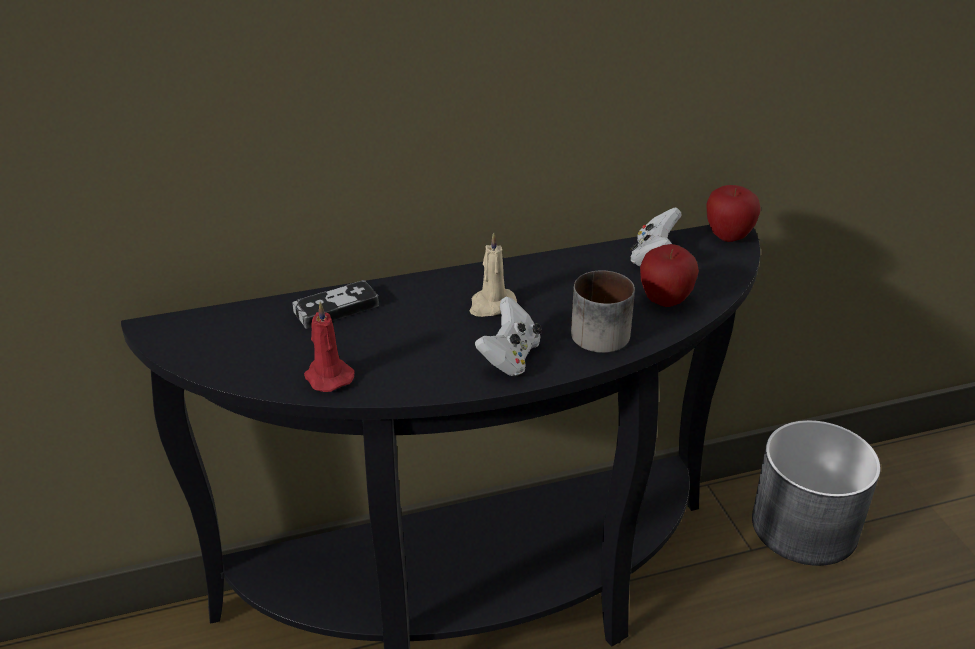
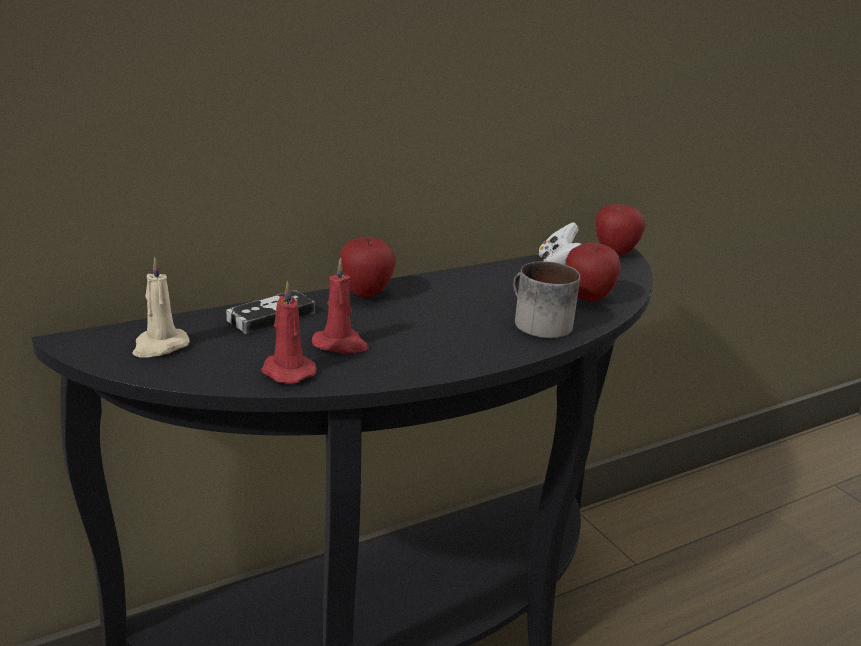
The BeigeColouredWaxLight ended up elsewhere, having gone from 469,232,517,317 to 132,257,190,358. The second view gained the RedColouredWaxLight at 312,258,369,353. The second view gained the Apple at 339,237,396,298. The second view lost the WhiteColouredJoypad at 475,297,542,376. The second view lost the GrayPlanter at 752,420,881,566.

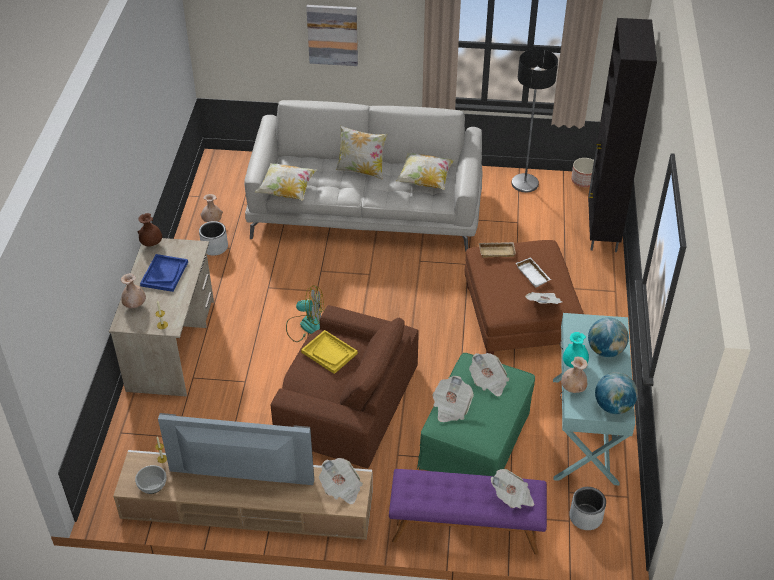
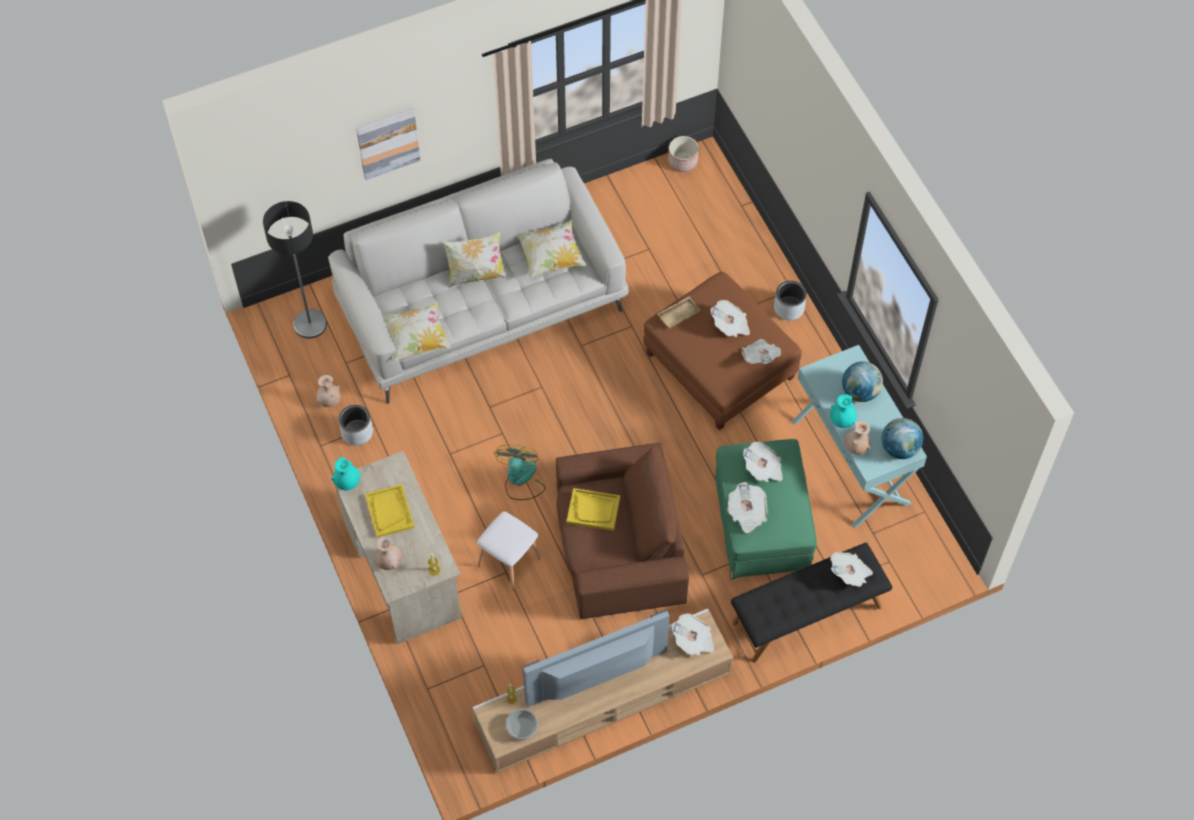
The StandardLamp ended up elsewhere, having gone from 511,49,558,192 to 263,201,327,339. What was the BrownFlowerVase at 137,213,162,246 turned into the TurquoiseColouredFlowerVase at 331,457,361,490. What was the BlueColouredTray at 140,254,188,292 turned into the YellowTray at 365,484,415,538. The second view gained the WhiteColouredStool at 477,511,541,590. The CoolingFan at 286,285,324,342 ended up facing another way, 60 degrees counterclockwise from before. Where the WhiteColouredTray stood at 516,257,551,288, the DailyPaper came to stand at 711,300,750,337. What was the PurpleBench at 389,469,547,555 turned into the BlackColouredBench at 731,542,892,663. The GrayPlanter ended up elsewhere, having gone from 569,487,606,530 to 774,281,807,320. The second view lost the BlackColouredCabinet at 588,18,657,252.

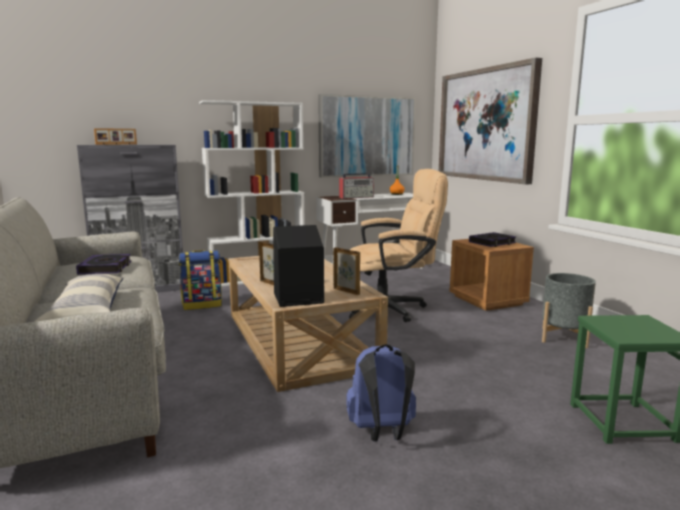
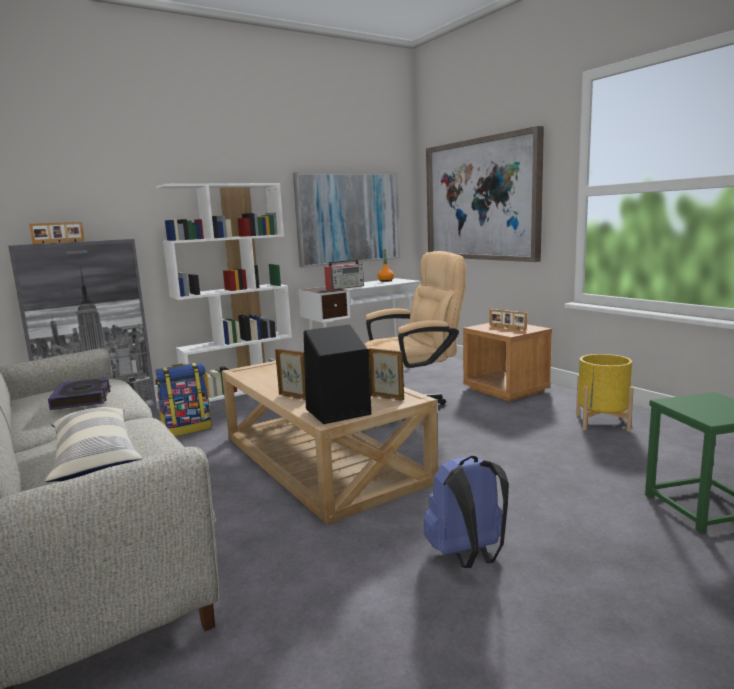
Where the Volume stood at 469,232,516,247, the StandingFrame came to stand at 489,309,527,330. What was the GrayPlanter at 542,273,596,348 turned into the YellowPlanter at 576,354,634,432.

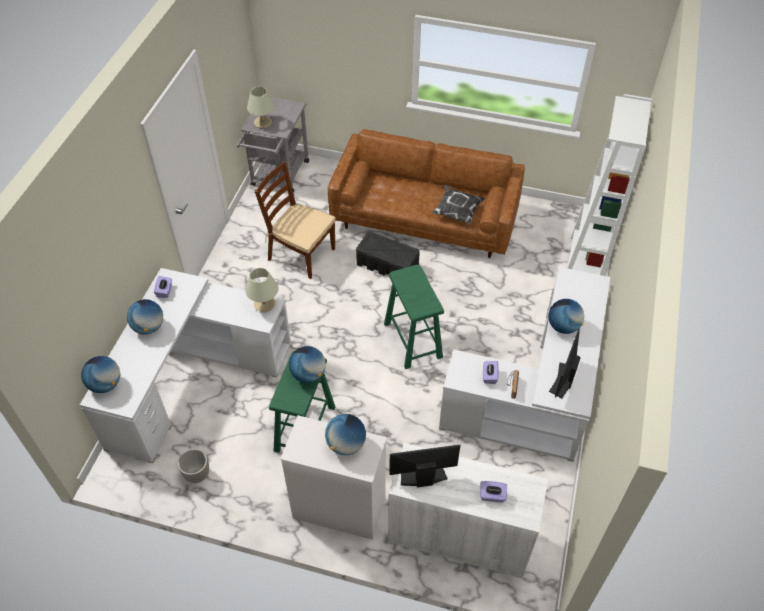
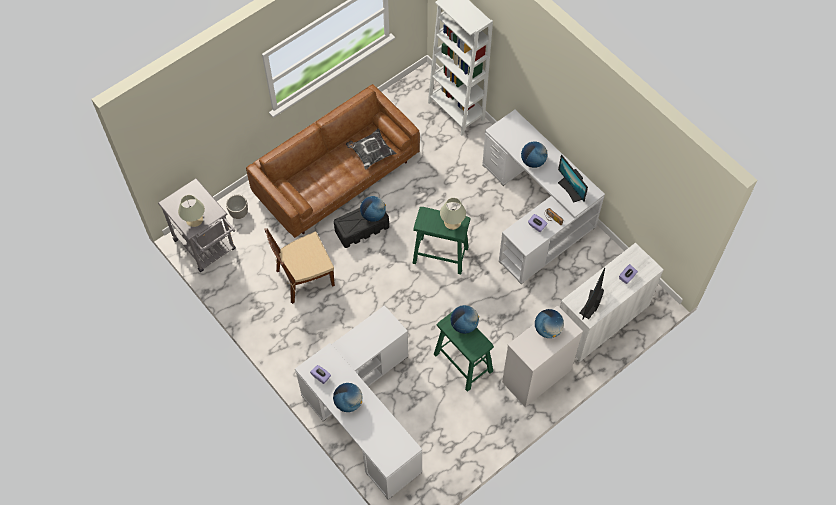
The Planter ended up elsewhere, having gone from 178,449,209,483 to 226,195,248,219. The WorldGlobe ended up elsewhere, having gone from 81,356,120,393 to 360,196,386,222. The BeigeColouredTableLamp ended up elsewhere, having gone from 245,268,278,312 to 440,198,466,230.

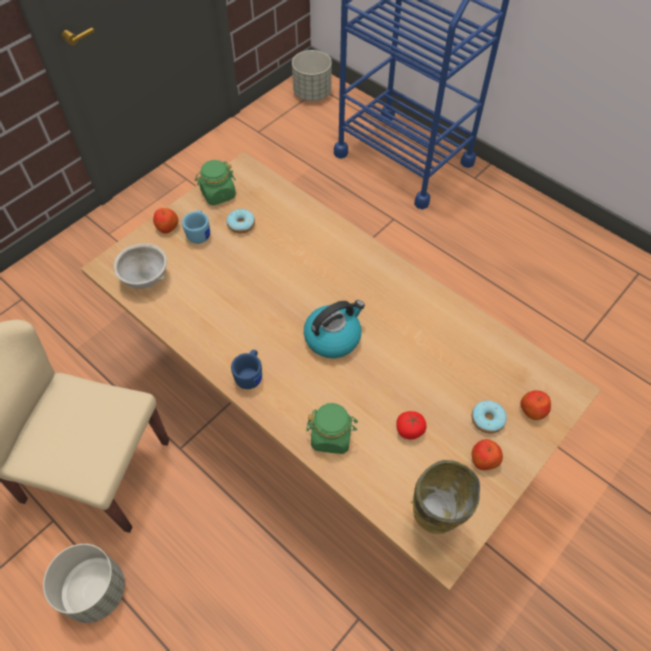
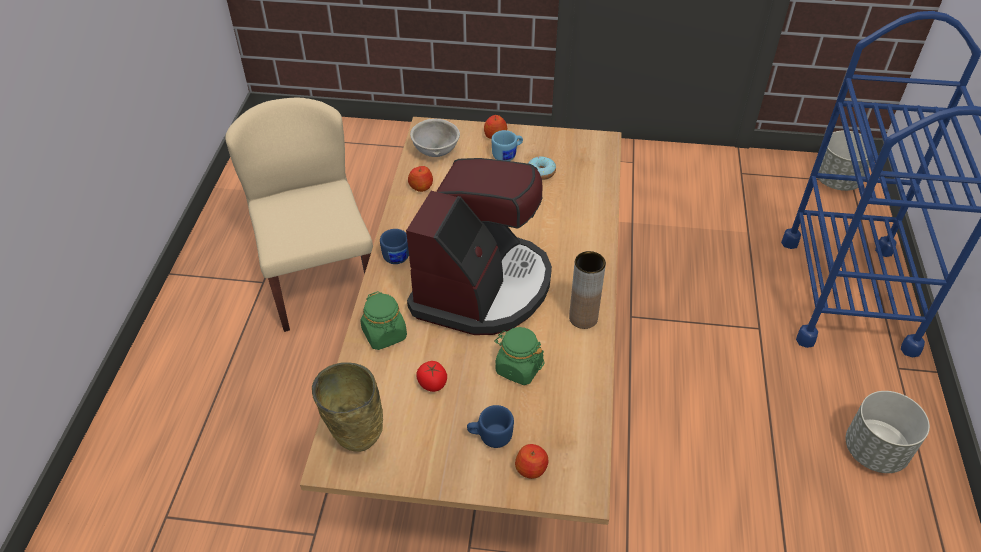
Where the WaterKettle stood at 304,300,365,358, the CoffeeBrewer came to stand at 406,158,552,335. The Apple ended up elsewhere, having gone from 471,439,503,470 to 408,166,433,192. Where the Donut stood at 472,400,507,434, the BlueColouredCoffeeMug came to stand at 467,405,514,448. The GreenishStorageJar ended up elsewhere, having gone from 195,160,236,206 to 494,327,545,385. The second view gained the BrownFlowerVase at 569,251,606,329. The GrayPlanter ended up elsewhere, having gone from 43,544,125,623 to 846,391,930,473.

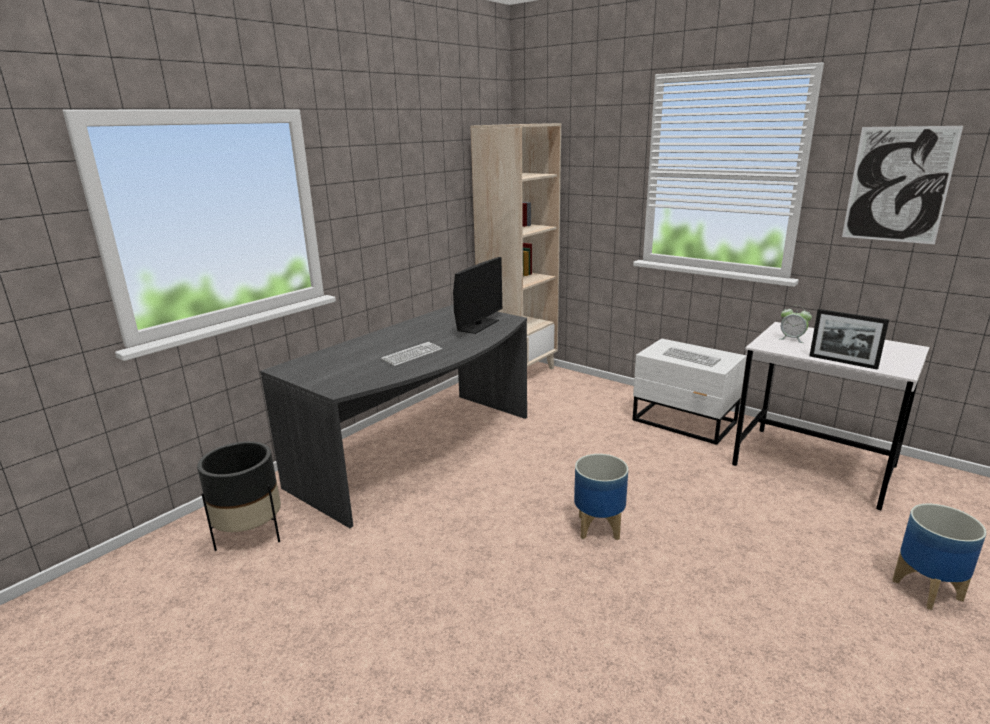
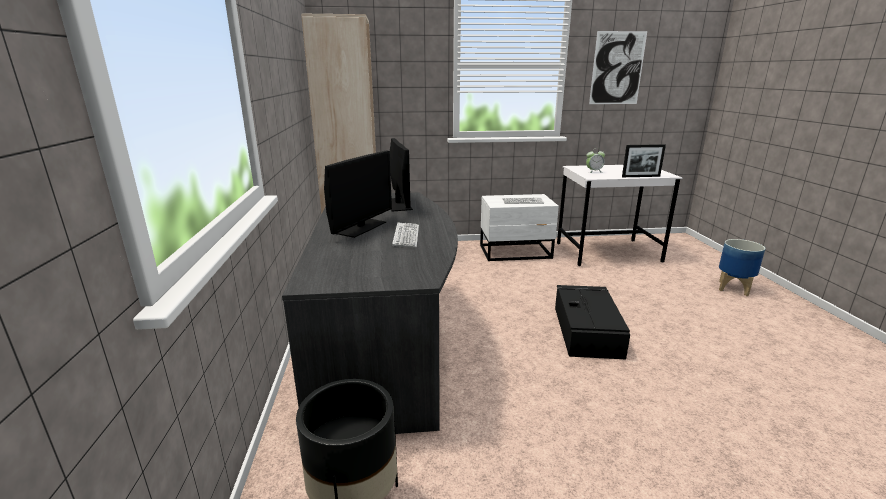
The second view gained the ComputerScreen at 324,151,392,238. Where the Planter stood at 574,454,628,540, the BlackColouredStorageContainer came to stand at 555,285,630,359.

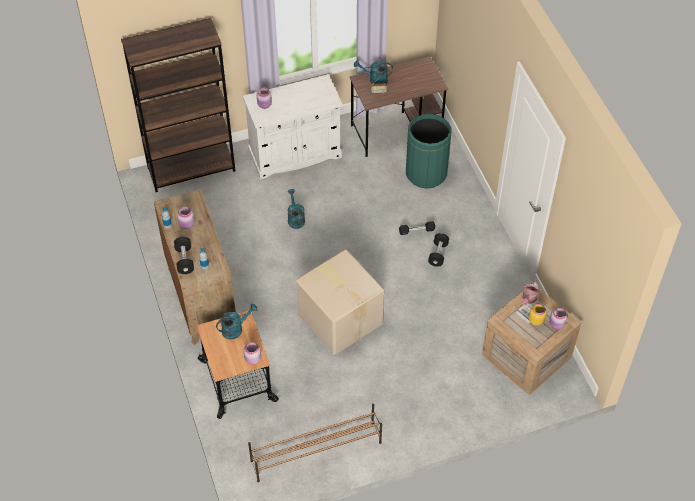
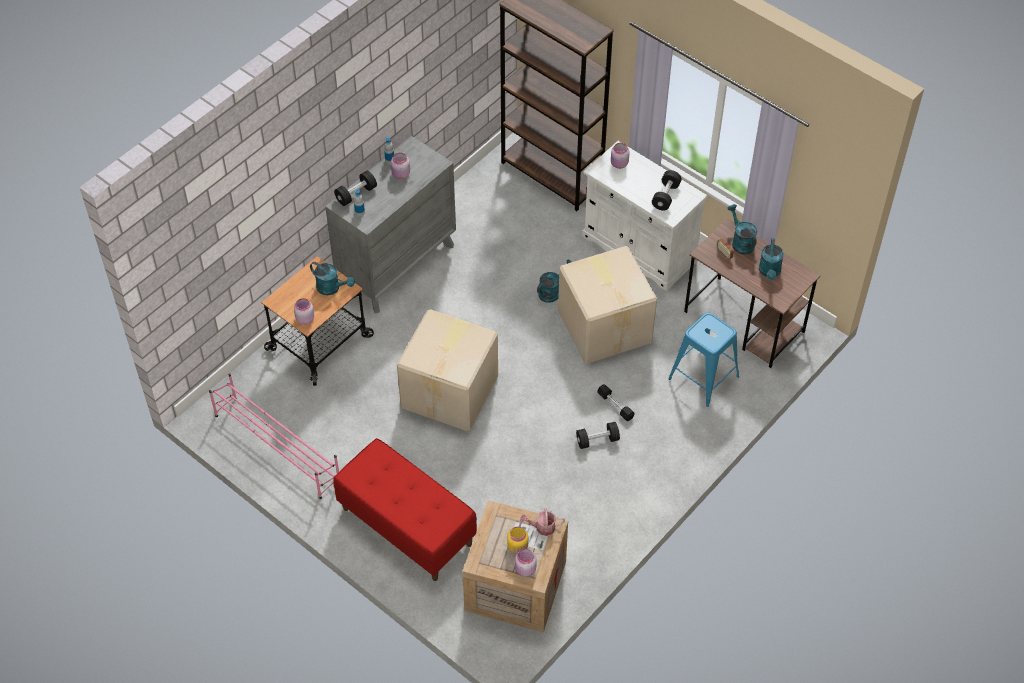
What was the BrownShoeStand at 248,404,382,482 turned into the PinkShoeStand at 209,374,339,499. What was the BrownDresser at 154,189,236,345 turned into the GrayDresser at 325,136,456,313. The second view gained the RedColouredBench at 333,438,477,581. The second view gained the CardboardBox at 558,246,657,364. The second view gained the BlackColouredFreeWeight at 652,170,682,210. Where the GreenishWasteBin stood at 406,114,451,189, the BlueColouredStool came to stand at 668,312,739,407. The second view gained the TurquoiseColouredWateringCan at 759,238,784,280.

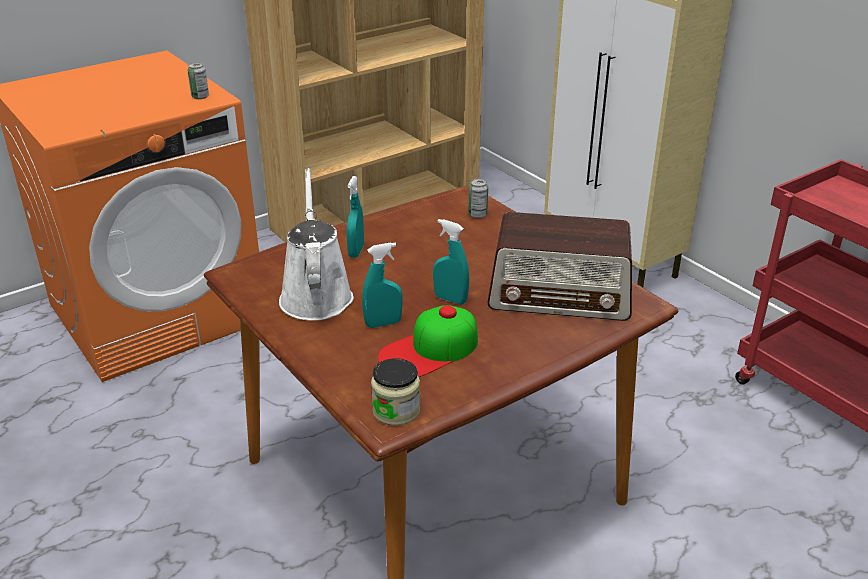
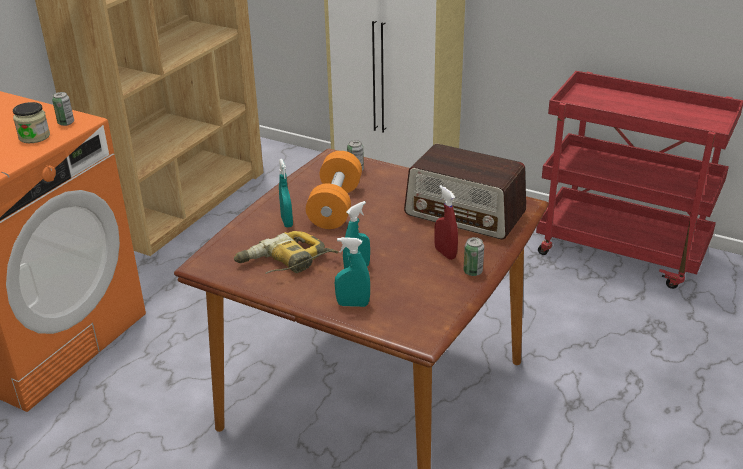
The StorageJar ended up elsewhere, having gone from 371,358,420,426 to 13,102,50,143. Where the WhiteColouredWateringCan stood at 279,168,353,321, the Drill came to stand at 234,231,338,274. The second view gained the OrangeFreeWeight at 306,151,362,229. The TurquoiseColouredSprayBottle ended up elsewhere, having gone from 433,219,469,305 to 335,237,370,307. The RadioReceiver at 487,212,632,321 ended up facing another way, 45 degrees clockwise from before. The second view gained the RedColouredSprayBottle at 434,185,458,260. The second view gained the SealedCan at 464,237,484,276. The second view lost the PeakedCap at 378,305,478,377.

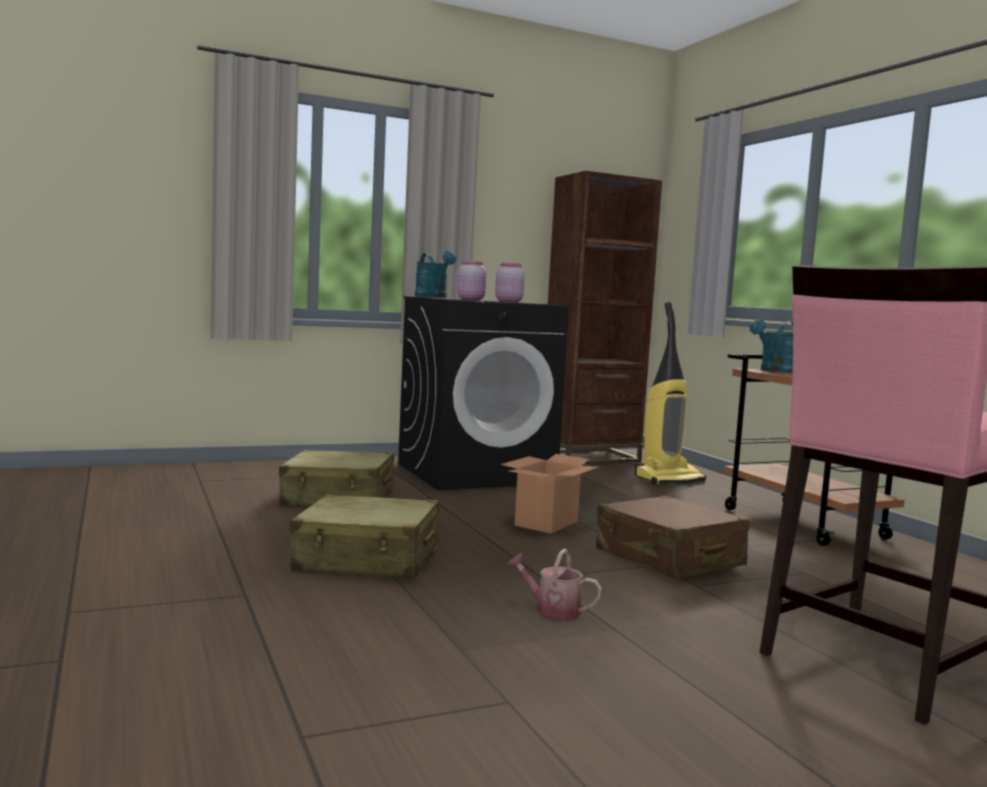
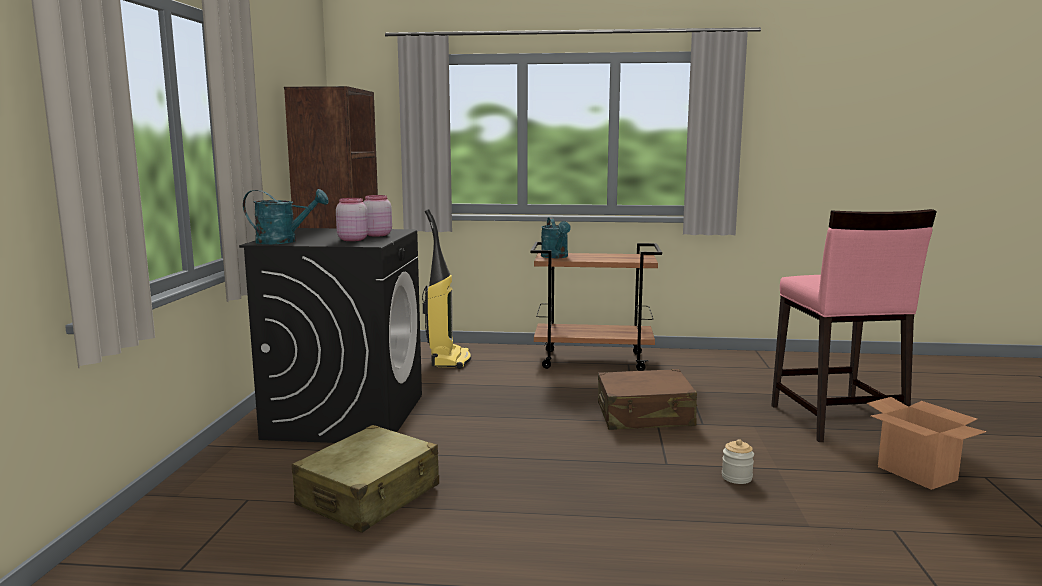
Where the WateringCan stood at 507,549,602,620, the StorageJar came to stand at 722,439,754,484. The CardboardBox ended up elsewhere, having gone from 500,454,599,534 to 867,397,987,490. The second view lost the BeigeColouredTravelCase at 290,494,439,578.

